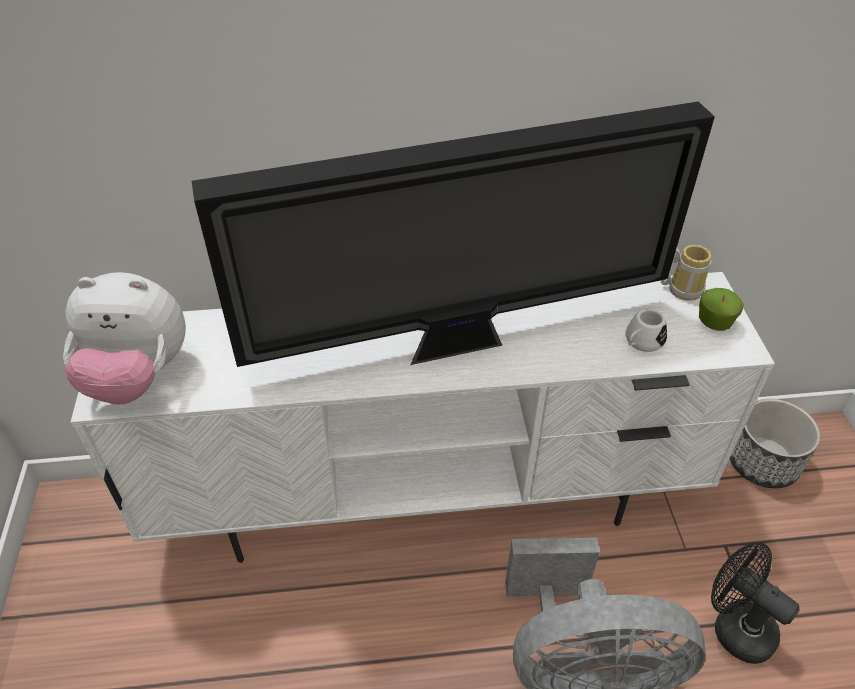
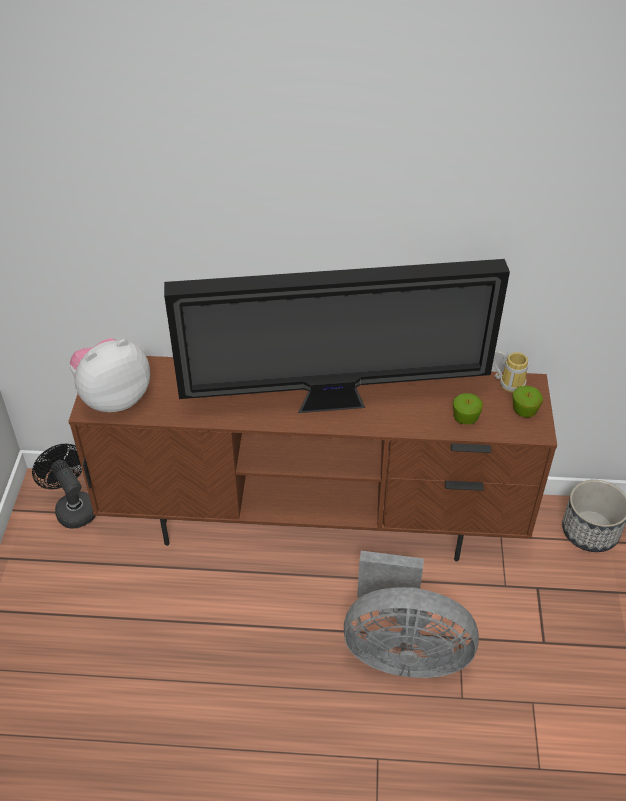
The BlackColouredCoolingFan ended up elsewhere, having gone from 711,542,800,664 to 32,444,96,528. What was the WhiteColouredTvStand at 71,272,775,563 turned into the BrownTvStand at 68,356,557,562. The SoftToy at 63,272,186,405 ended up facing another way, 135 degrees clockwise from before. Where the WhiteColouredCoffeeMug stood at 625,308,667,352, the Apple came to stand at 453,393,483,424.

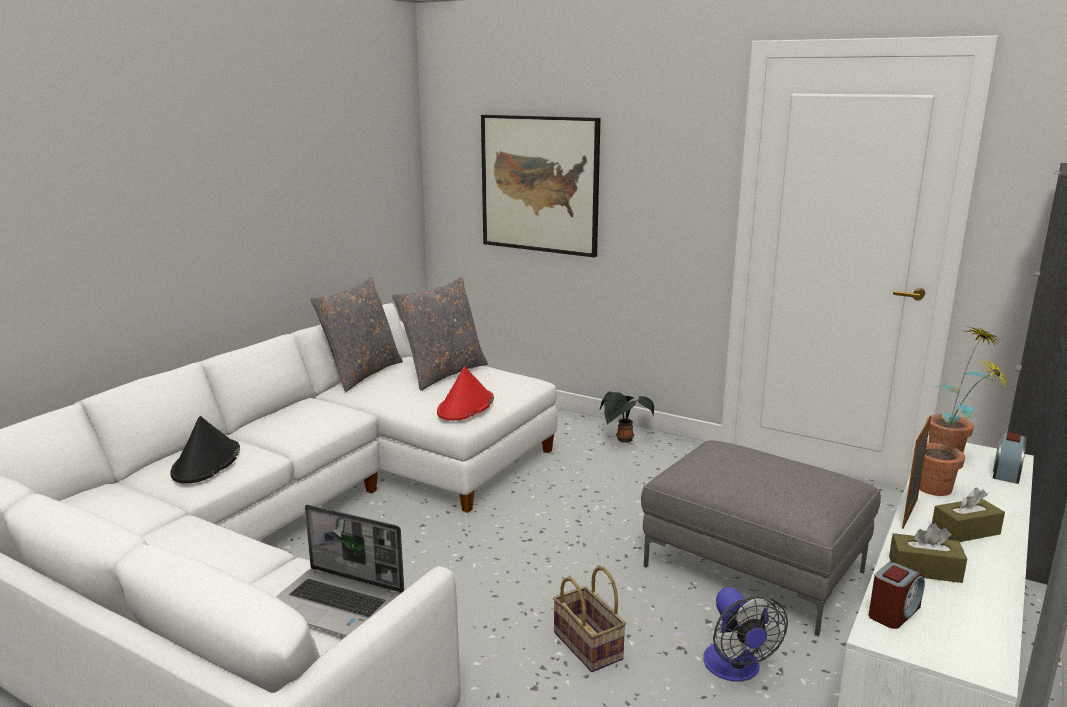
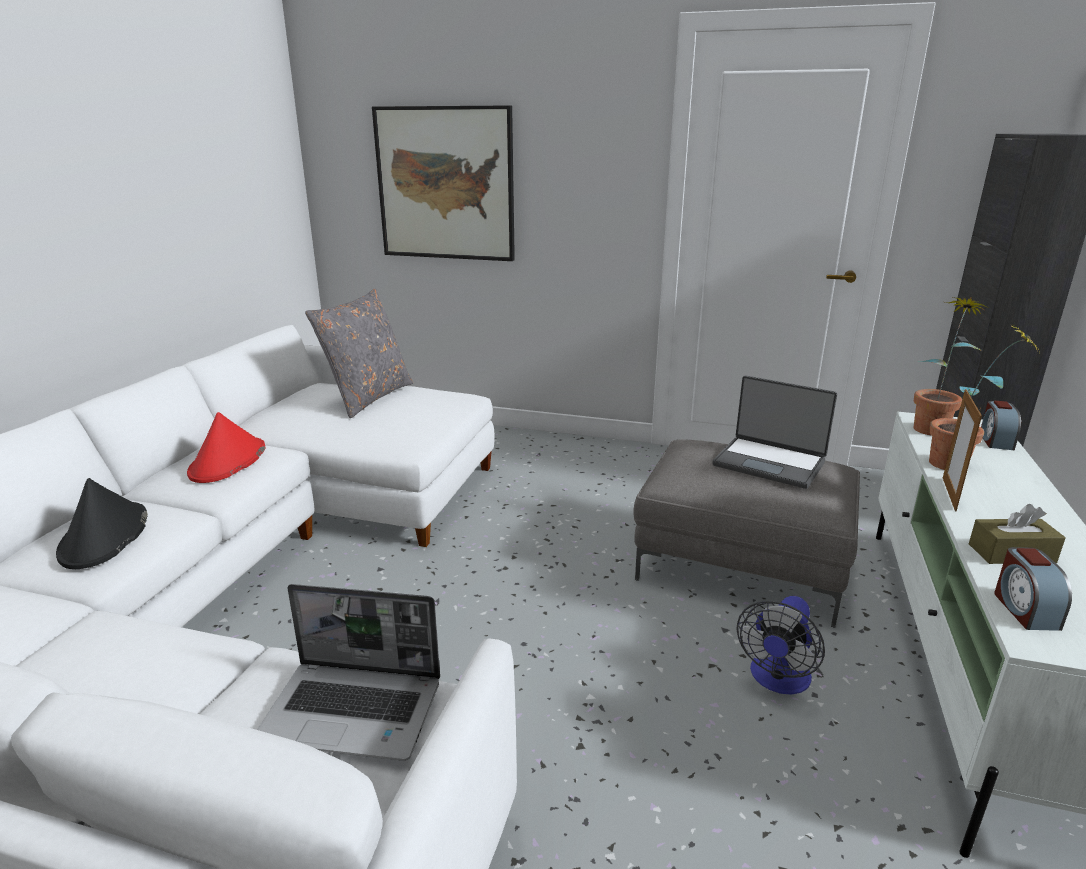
The RedColouredWearableHat ended up elsewhere, having gone from 437,366,494,421 to 187,412,265,483. The second view gained the PortableComputer at 712,375,837,489. The CoolingFan at 703,587,788,682 ended up facing another way, 60 degrees clockwise from before. The AlarmClock at 869,562,925,629 ended up facing another way, 150 degrees clockwise from before. The second view lost the GrayPillow at 310,277,403,392. The second view lost the StorageBasket at 553,567,626,672. The second view lost the PottedPlant at 600,391,654,443. The second view lost the BrownTissueHolder at 932,488,1005,542.

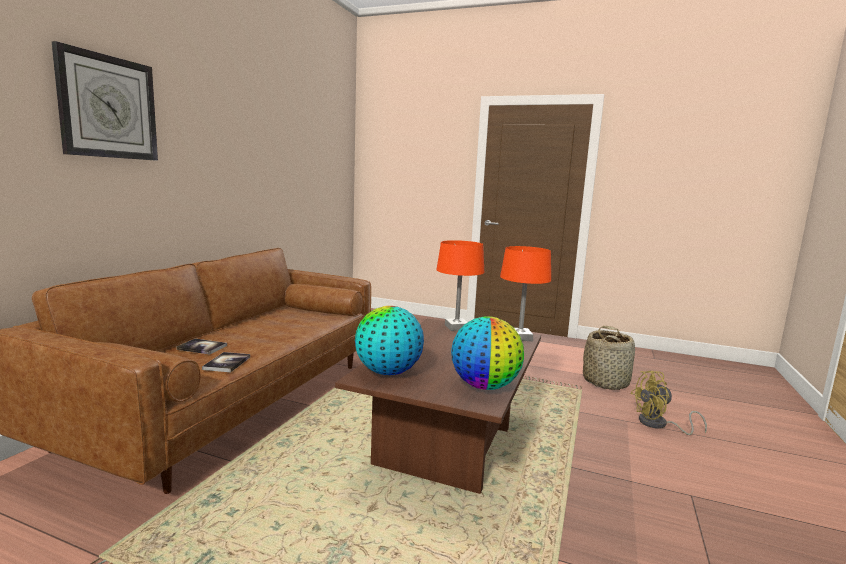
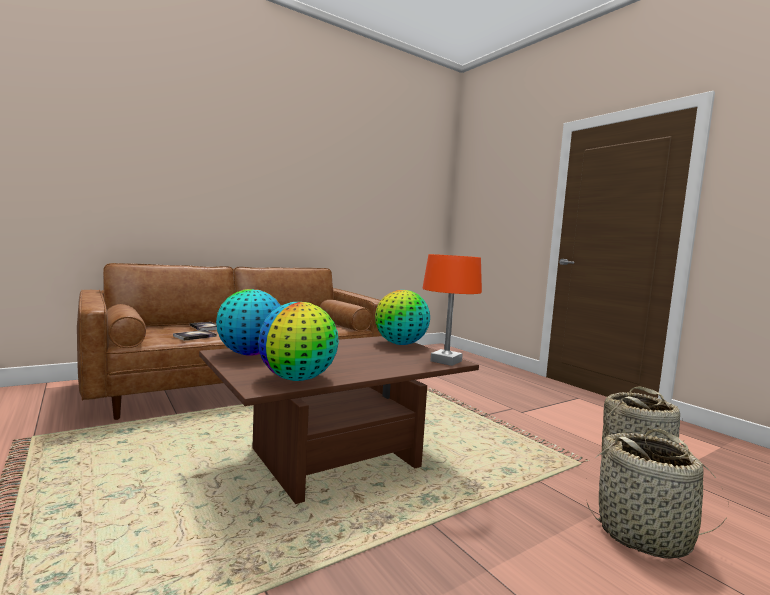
Where the OrangeTableLamp stood at 437,240,484,331, the WorldGlobe came to stand at 375,290,430,345. Where the YellowCoolingFan stood at 631,371,707,435, the StorageBasket came to stand at 586,429,729,559. The second view lost the WallClock at 52,41,158,161.

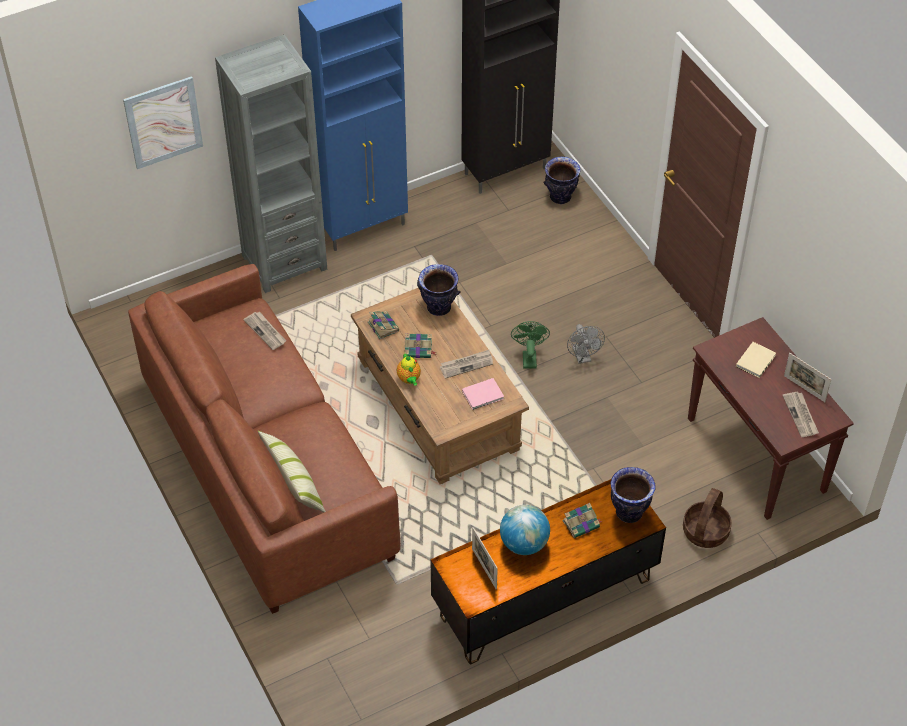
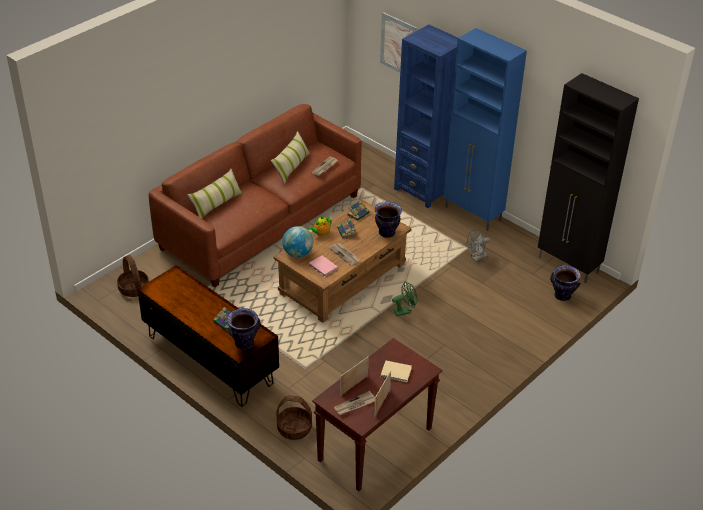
The second view gained the StorageBasket at 117,255,149,297. The second view gained the Pillow at 271,131,310,184. The WorldGlobe ended up elsewhere, having gone from 500,505,550,555 to 282,226,313,257. The StandingFrame ended up elsewhere, having gone from 472,527,498,589 to 340,356,369,396. What was the GrayShelvingUnit at 215,34,327,293 turned into the BlueColouredShelvingUnit at 394,24,458,208. The GrayCoolingFan ended up elsewhere, having gone from 567,324,605,364 to 467,230,490,261.

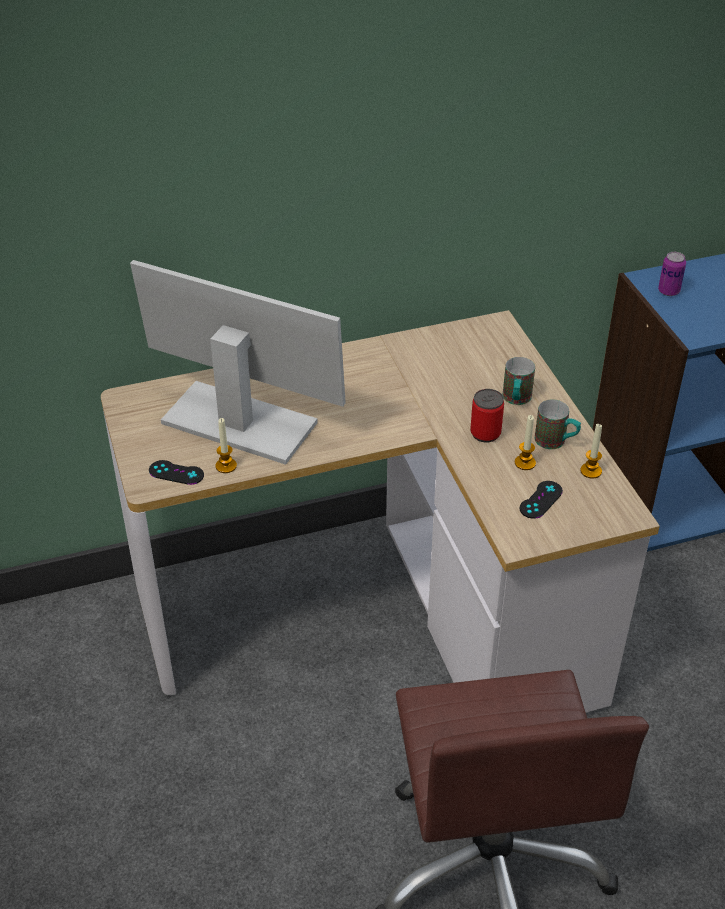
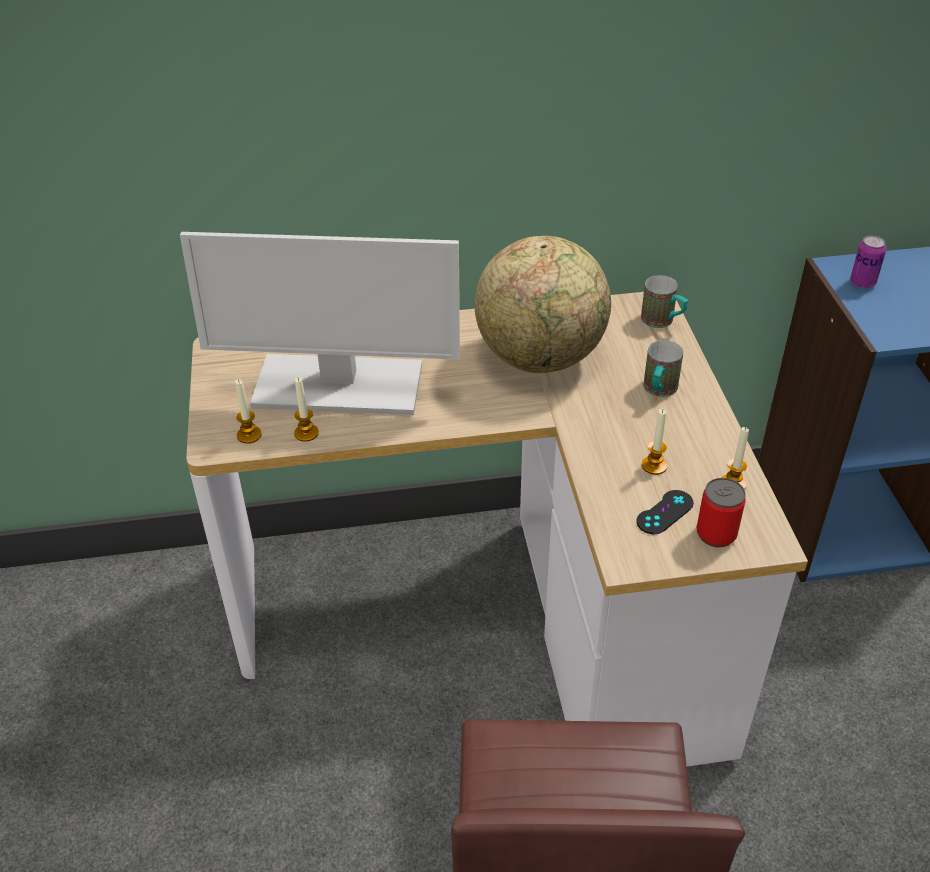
The ComputerScreen at 130,260,346,465 ended up facing another way, 150 degrees clockwise from before. Where the BlackColouredJoypad stood at 149,460,204,485, the WaxLight came to stand at 235,379,262,444. The second view gained the WorldGlobe at 475,236,611,373. The CoffeeMug ended up elsewhere, having gone from 535,399,581,449 to 641,275,688,328. The SealedCan ended up elsewhere, having gone from 470,389,504,443 to 697,478,746,548.

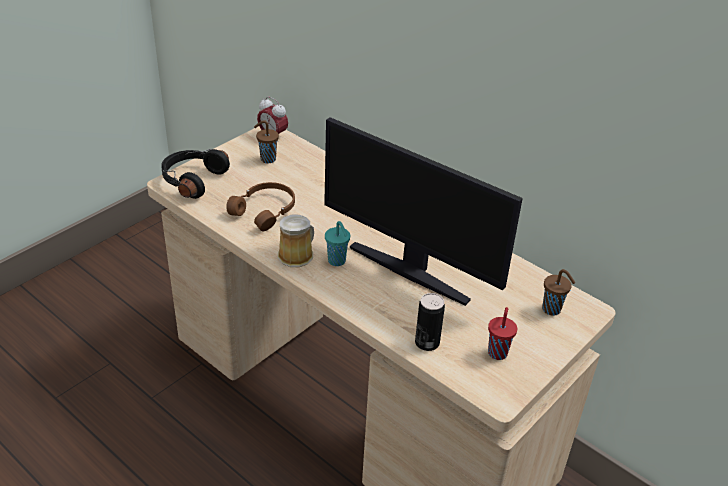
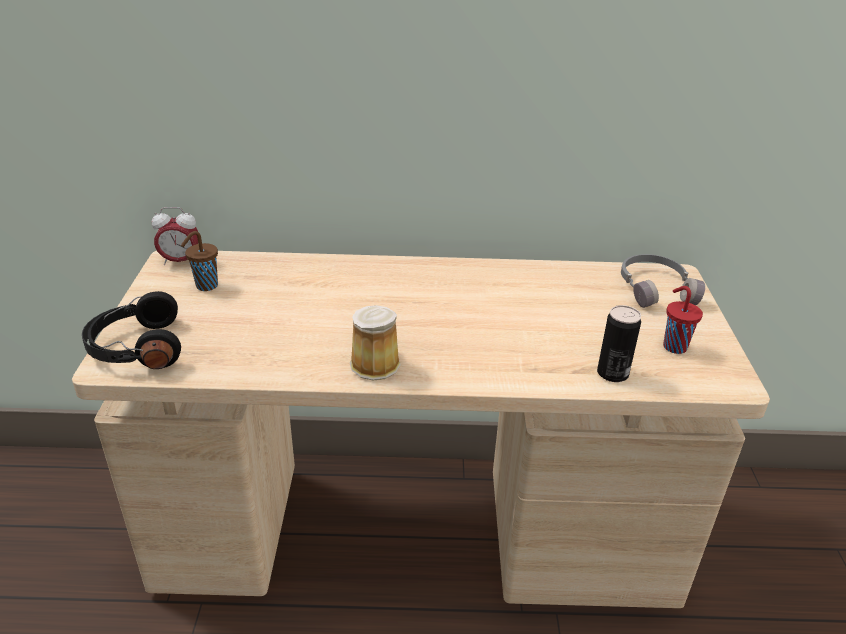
Where the BrownCup stood at 542,269,575,316, the GrayPairOfHeadphones came to stand at 621,254,705,308. The second view lost the BrownPairOfHeadphones at 226,182,295,231. The second view lost the ComputerScreen at 324,117,523,306. The second view lost the TurquoiseColouredCup at 325,221,350,266.

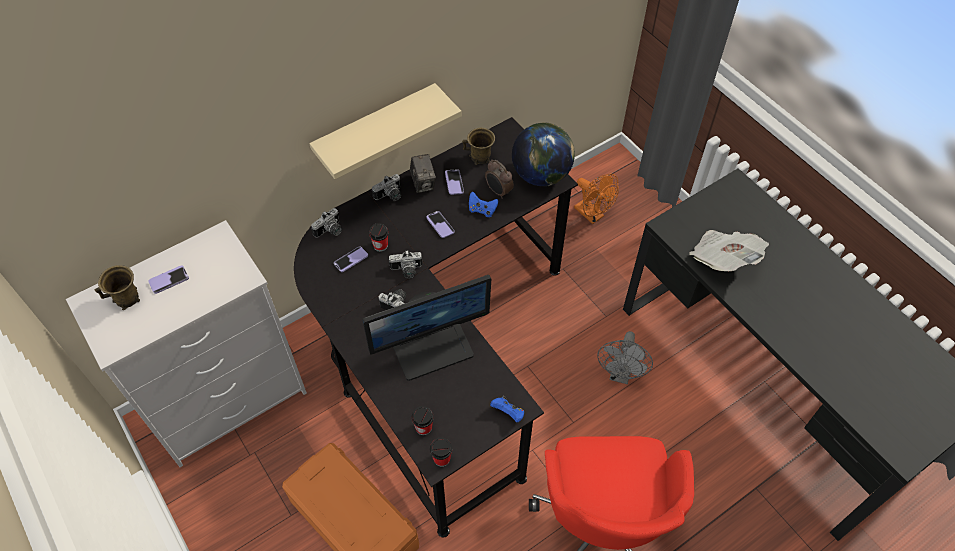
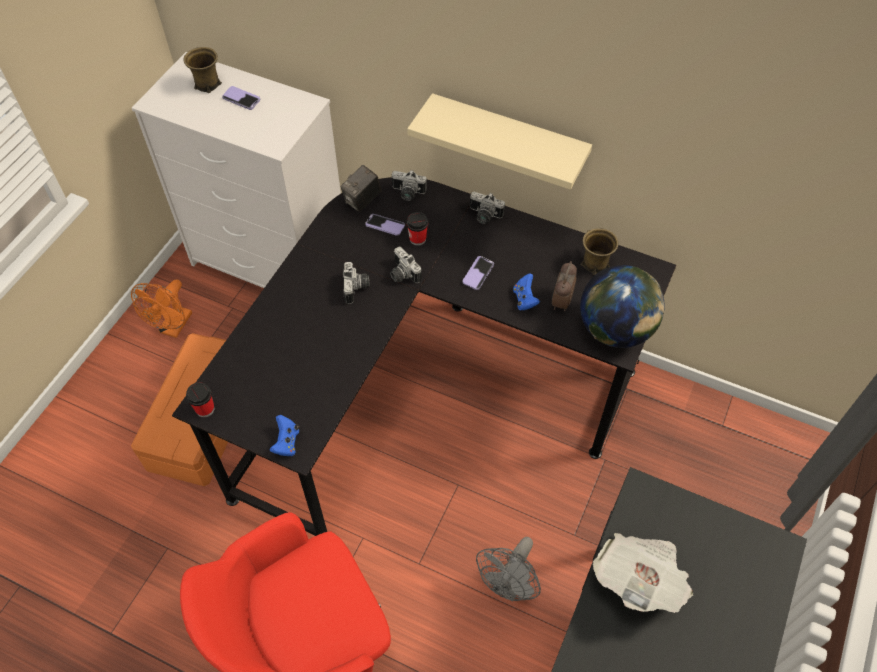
The OrangeCoolingFan ended up elsewhere, having gone from 574,173,619,224 to 131,279,192,338. The PhotoCamera ended up elsewhere, having gone from 410,154,436,193 to 341,165,382,212. The GrayCoolingFan at 597,331,653,384 ended up facing another way, 45 degrees counterclockwise from before. The second view lost the ComputerScreen at 362,275,491,381. The second view lost the Cup at 412,406,434,435. The second view lost the Handset at 445,169,464,195.

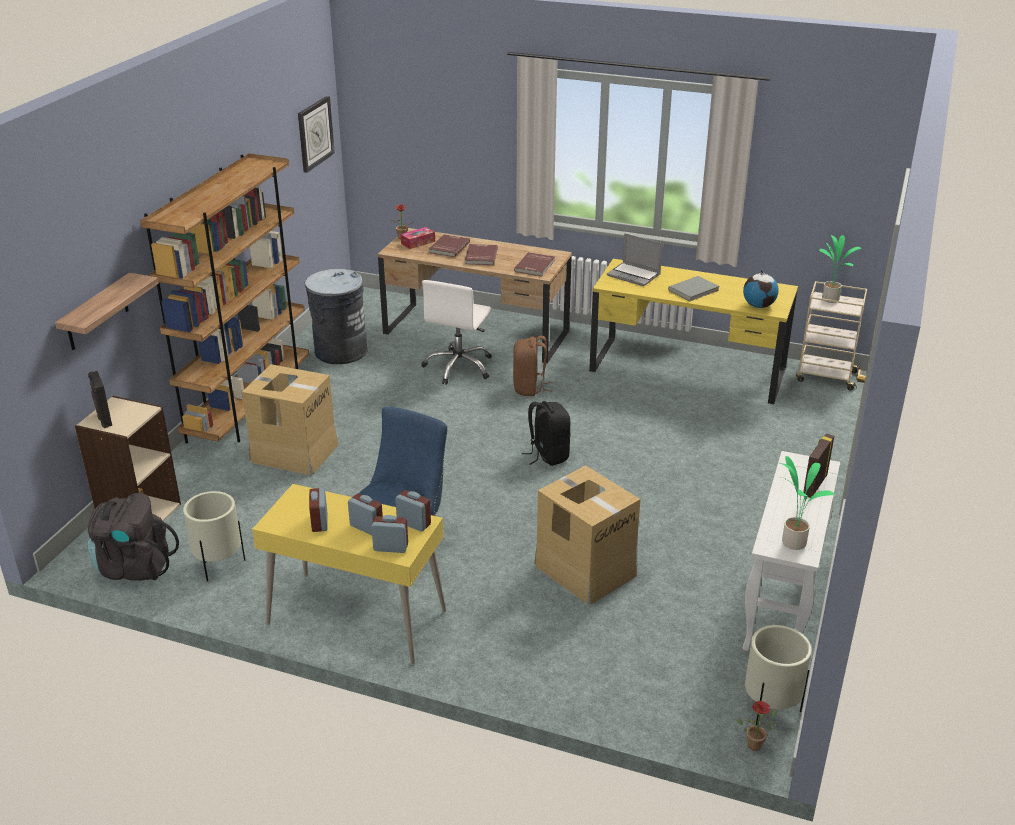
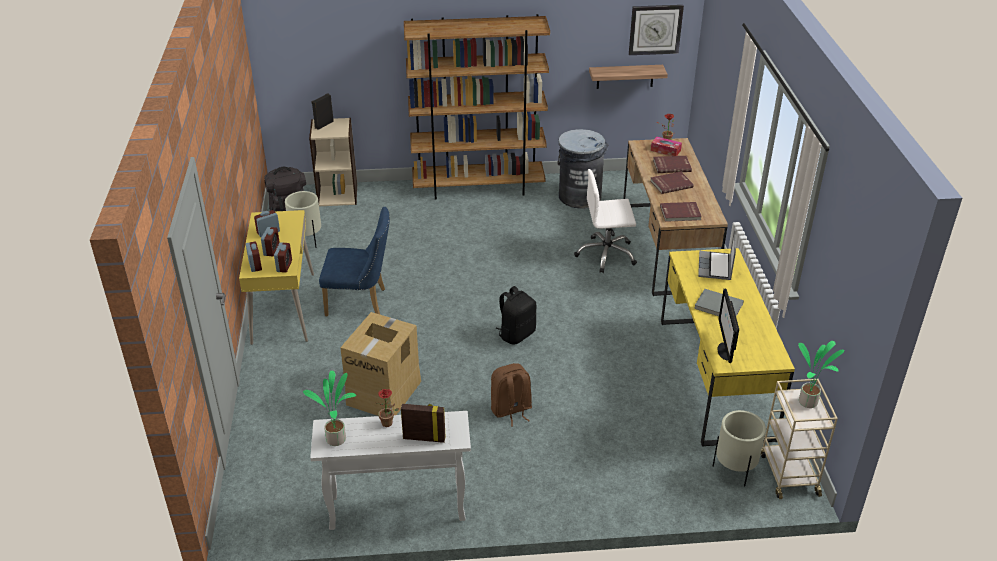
The PottedPlant ended up elsewhere, having gone from 737,701,777,751 to 376,389,399,427. The BrownRucksack ended up elsewhere, having gone from 513,336,553,396 to 491,363,532,427. The BracketShelf ended up elsewhere, having gone from 55,273,159,350 to 589,65,668,89. The BeigeColouredPlanter ended up elsewhere, having gone from 745,625,812,725 to 712,410,766,487. Where the WorldGlobe stood at 743,270,779,308, the ComputerScreen came to stand at 717,288,739,363. The second view lost the CardboardBox at 242,364,338,475.

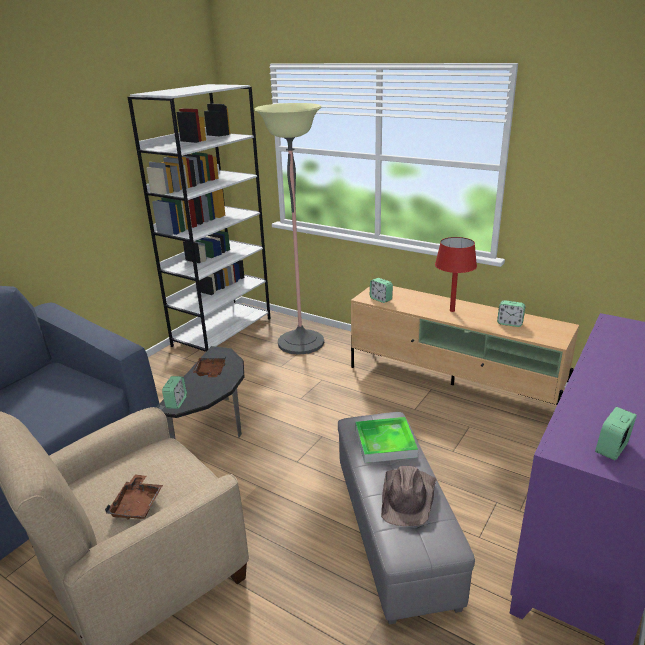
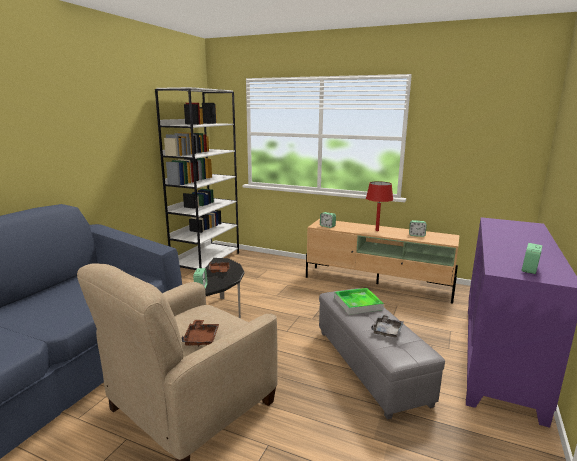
Where the BrownWearableHat stood at 381,466,437,526, the GrayTray came to stand at 371,314,404,338. The second view lost the StandardLamp at 255,103,324,355.

